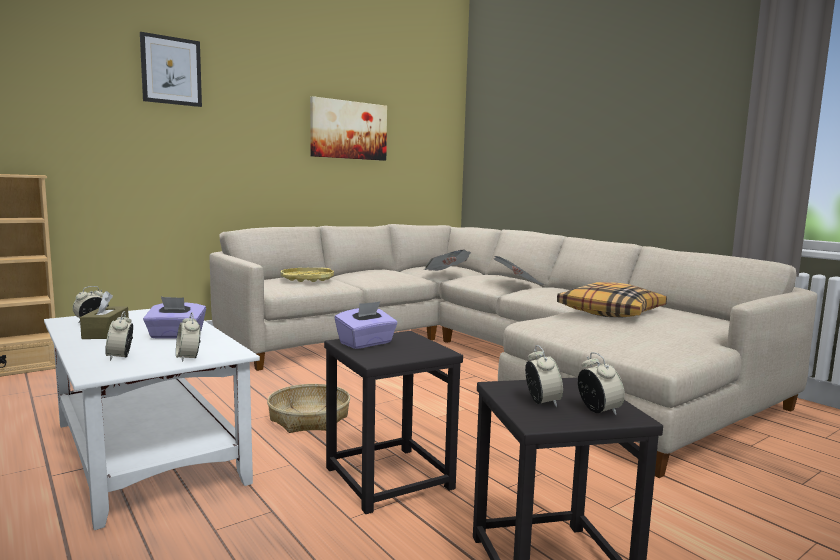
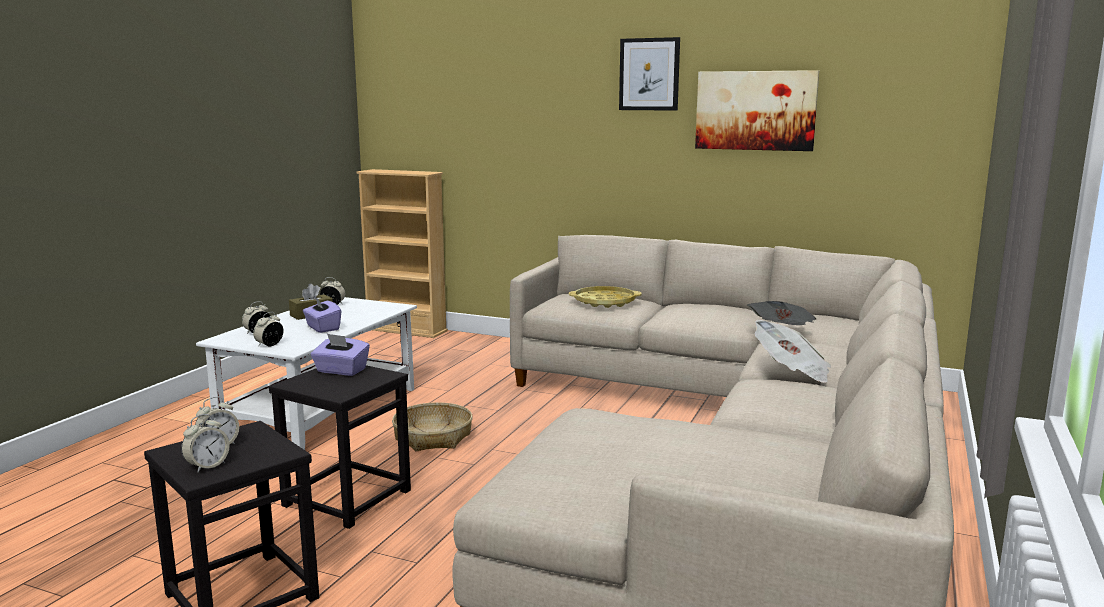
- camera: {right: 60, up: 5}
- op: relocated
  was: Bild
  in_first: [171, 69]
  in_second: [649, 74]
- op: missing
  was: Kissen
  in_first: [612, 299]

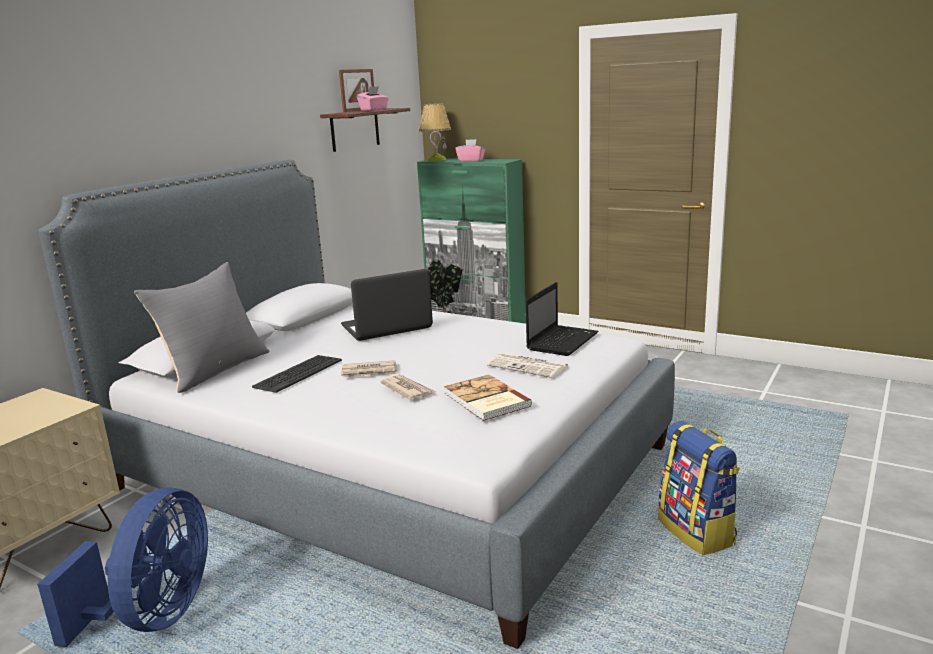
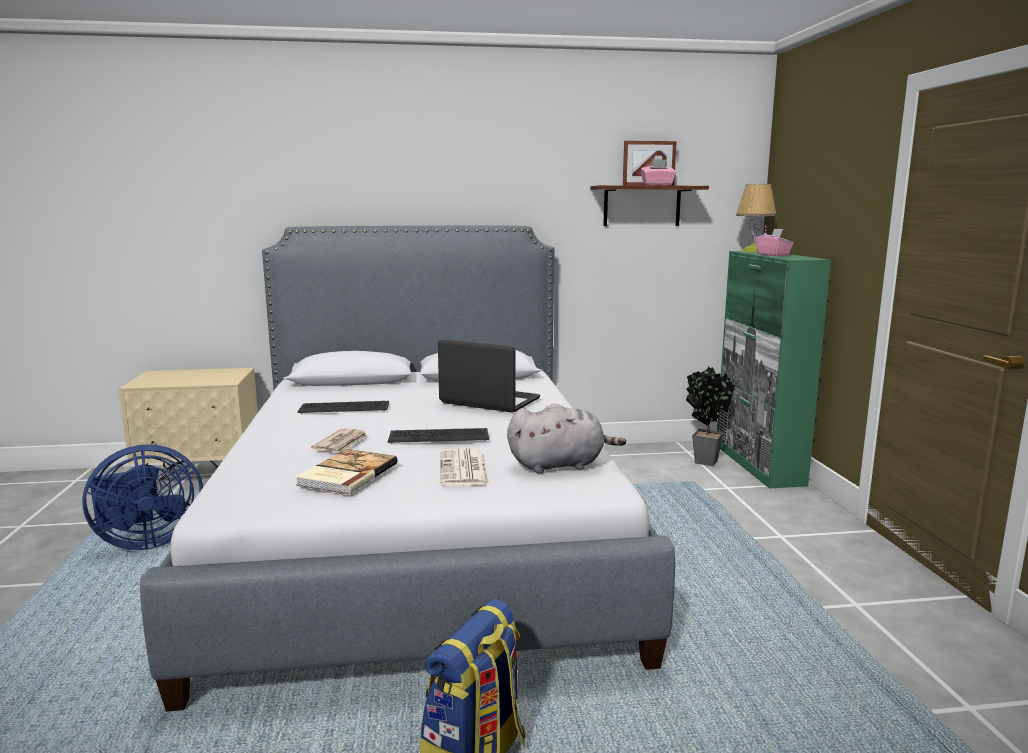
- camera: {right: 50, up: -5}
- op: missing
  was: Kissen (grau)
  in_first: [201, 327]
- op: exchanged
  was: Laptop
  now: Plüschtier (grau)
  in_first: [562, 319]
  in_second: [566, 438]
- op: missing
  was: Zeitung
  in_first: [369, 369]
- op: appeared
  now: Tastatur
  in_second: [438, 435]

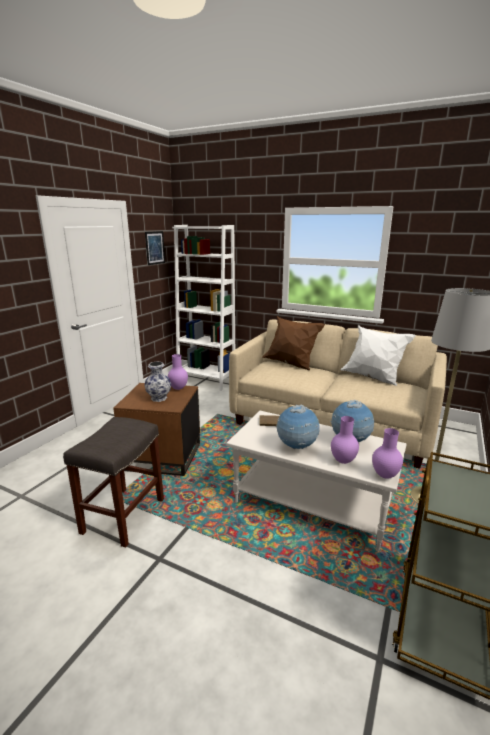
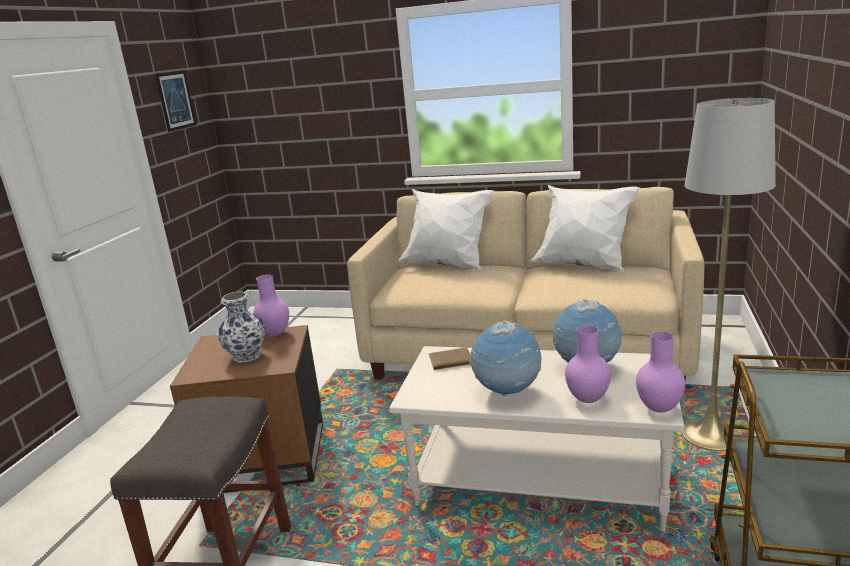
- camera: {right: -10, up: 0}
- op: missing
  was: Bücherregal (weiß)
  in_first: [203, 308]
- op: colour
  was: Kissen (braun)
  now: Kissen (weiß)
  in_first: [293, 343]
  in_second: [446, 229]

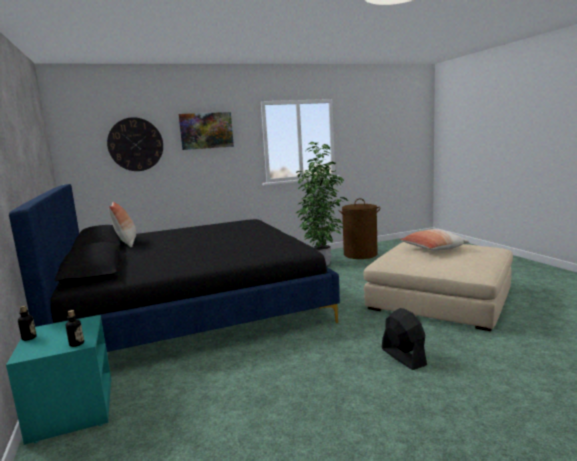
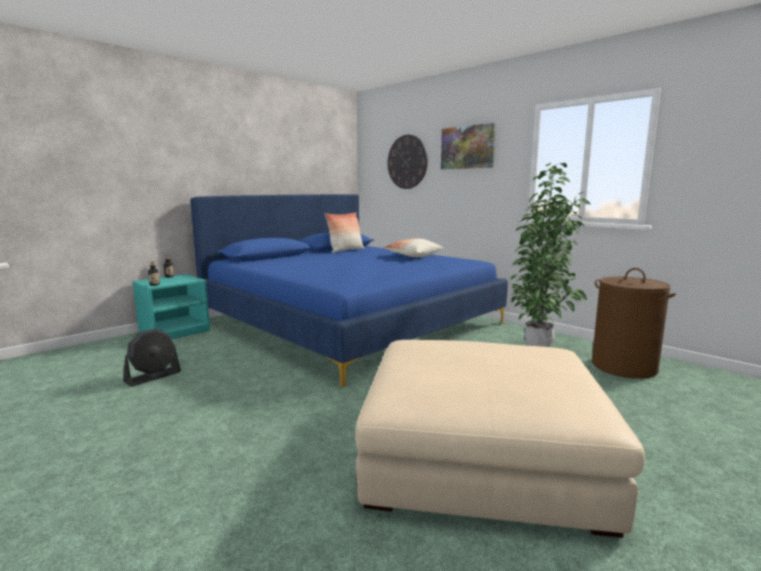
- camera: {right: 65, up: 0}
- op: colour
  was: Bett (schwarz)
  now: Bett (blau)
  in_first: [174, 268]
  in_second: [349, 290]
- op: relocated
  was: Kissen
  in_first: [434, 239]
  in_second: [413, 247]
- op: relocated
  was: Ventilator (schwarz)
  in_first: [404, 339]
  in_second: [152, 357]

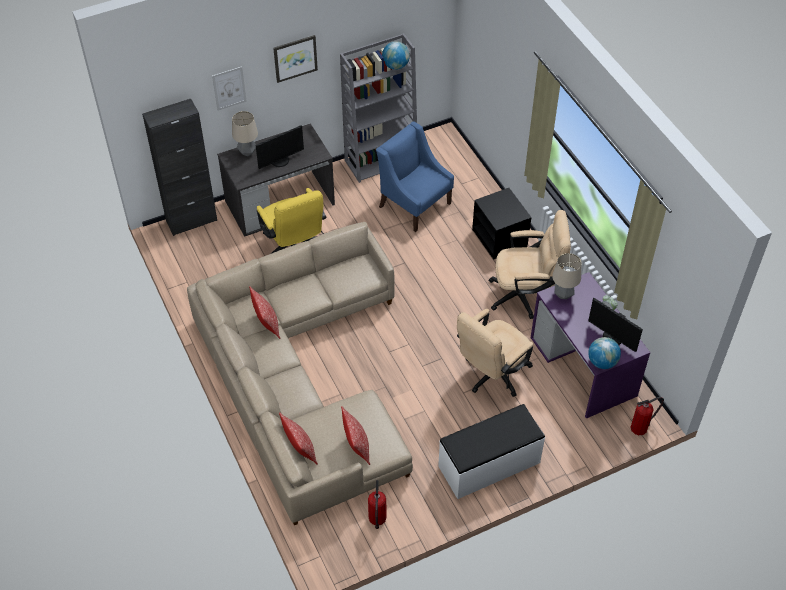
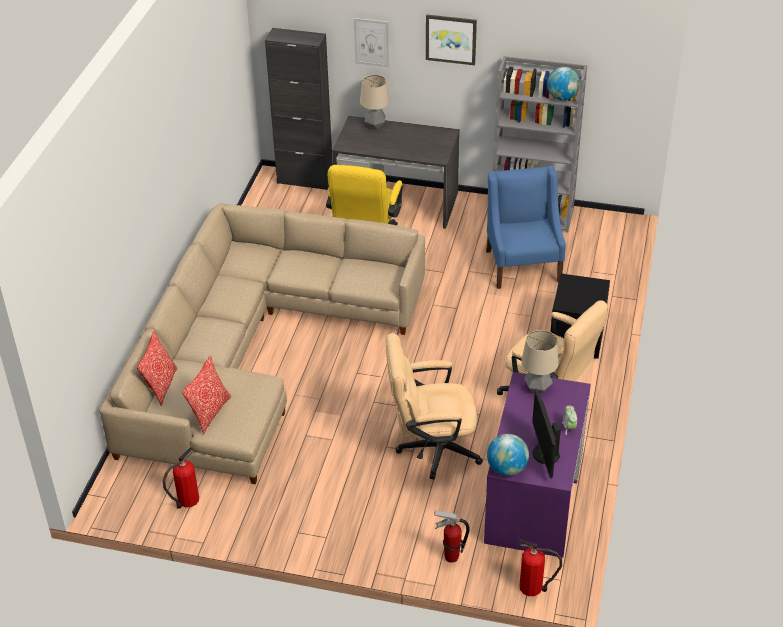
- camera: {right: 40, up: -10}
- op: missing
  was: Monitor
  in_first: [280, 147]
- op: missing
  was: Kissen
  in_first: [264, 312]
- op: missing
  was: Bank (weiß)
  in_first: [491, 451]
- op: appeared
  now: Feuerlöscher
  in_second: [452, 536]

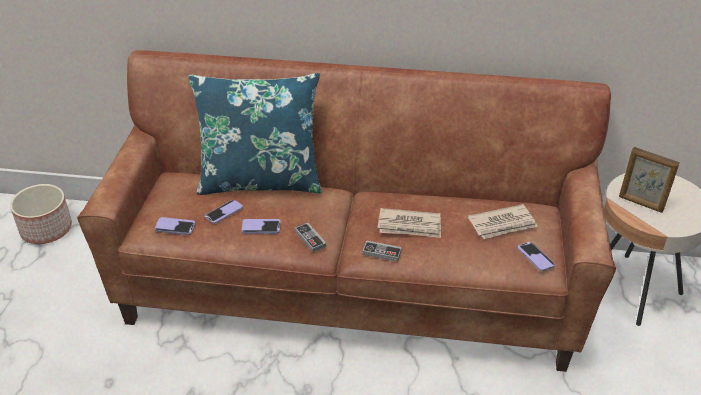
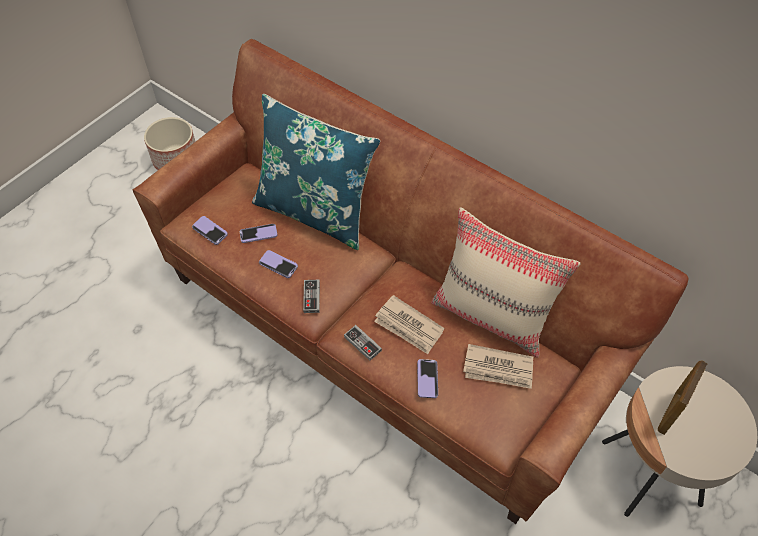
- camera: {right: 30, up: 15}
- op: spun
  was: Bilderrahmen
  in_first: [649, 180]
  in_second: [683, 397]
  clockwise: 60
- op: relocated
  was: Handy
  in_first: [536, 256]
  in_second: [427, 378]
- op: appeared
  now: Kissen (beige)
  in_second: [506, 282]

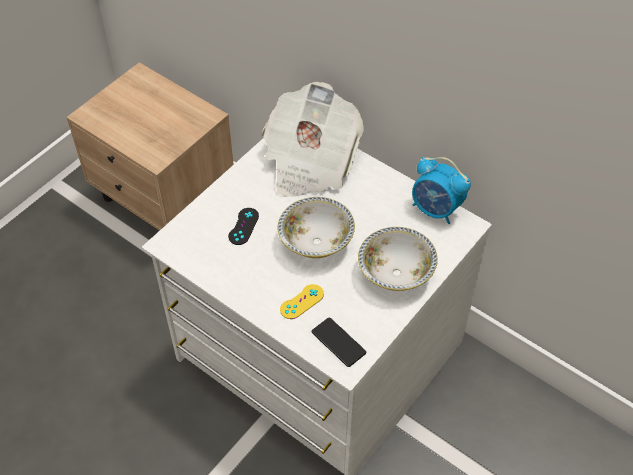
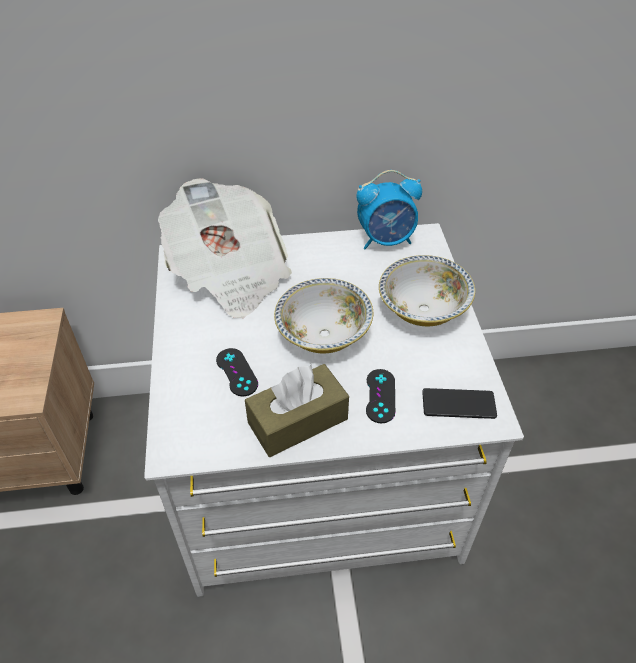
- camera: {right: -45, up: -5}
- op: colour
  was: Gamepad (gelb)
  now: Gamepad (schwarz)
  in_first: [302, 301]
  in_second: [380, 396]
- op: appeared
  now: Taschentuchbox (braun)
  in_second: [297, 410]

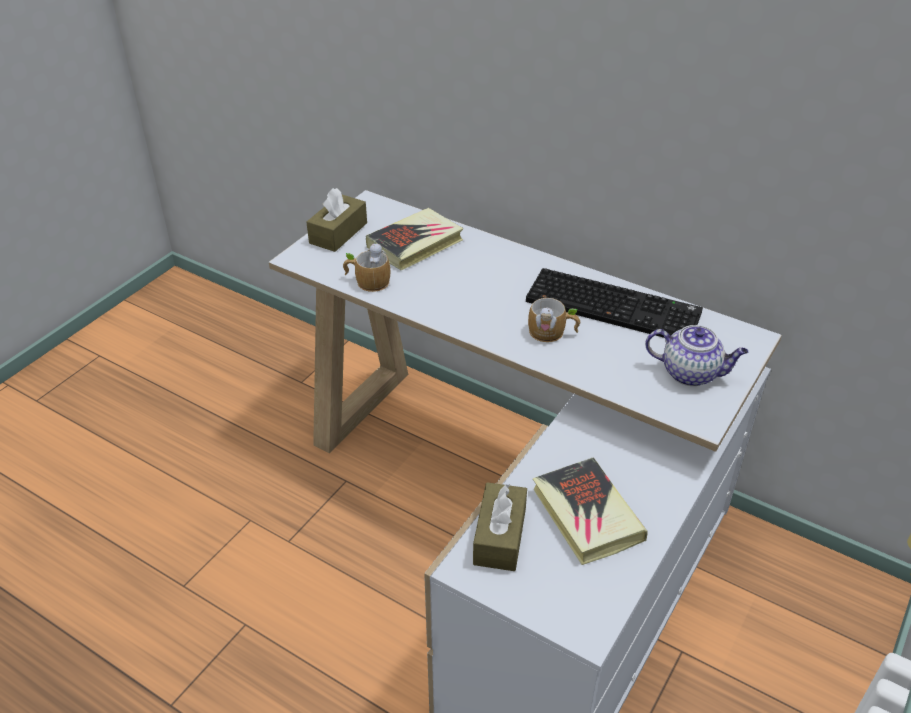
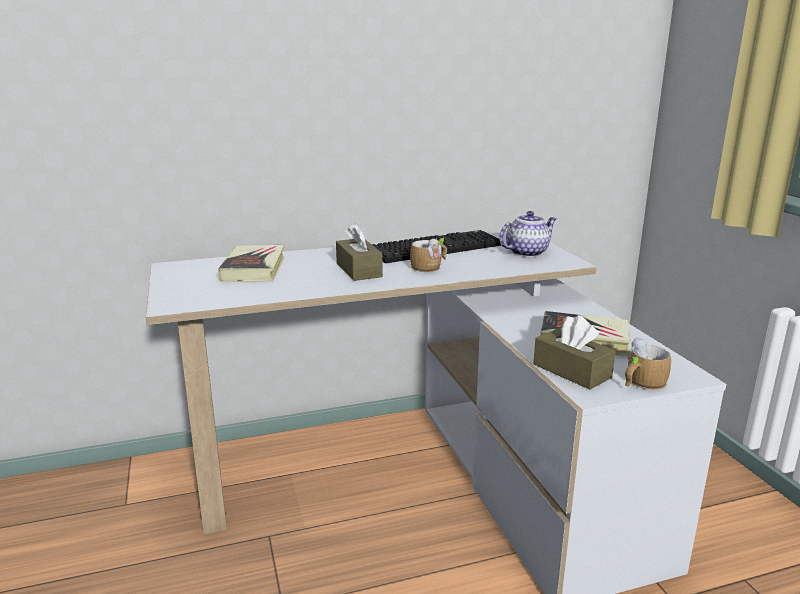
- camera: {right: -50, up: -20}
- op: relocated
  was: Taschentuchbox (braun)
  in_first: [336, 220]
  in_second: [359, 252]
- op: relocated
  was: Henkelbecher
  in_first: [366, 267]
  in_second: [648, 363]

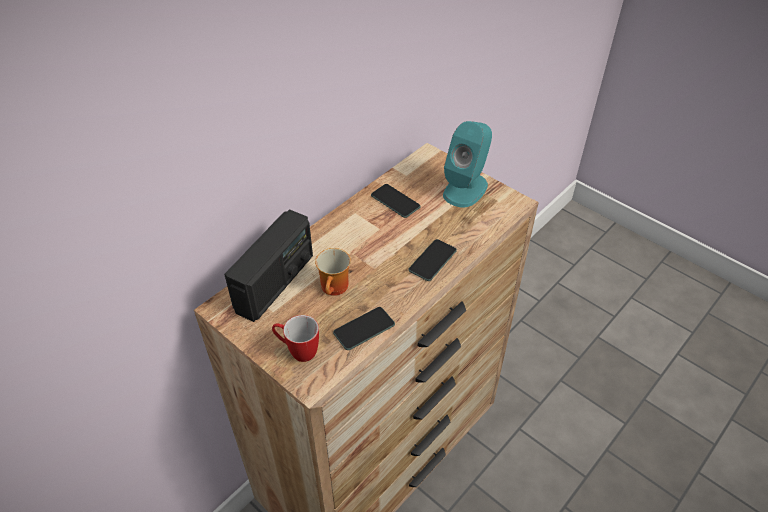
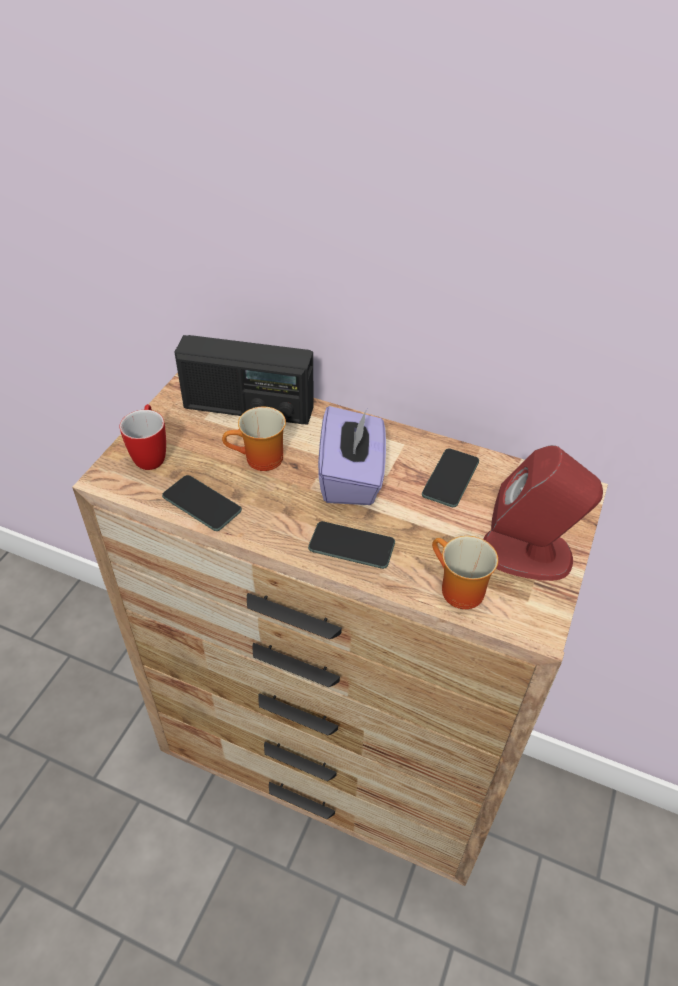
- camera: {right: 70, up: 0}
- op: colour
  was: Lautsprecher (türkis)
  now: Lautsprecher (rot)
  in_first: [467, 164]
  in_second: [543, 513]
- op: appeared
  now: Taschentuchbox (lila)
  in_second: [352, 455]
- op: appeared
  now: Henkelbecher
  in_second: [465, 572]

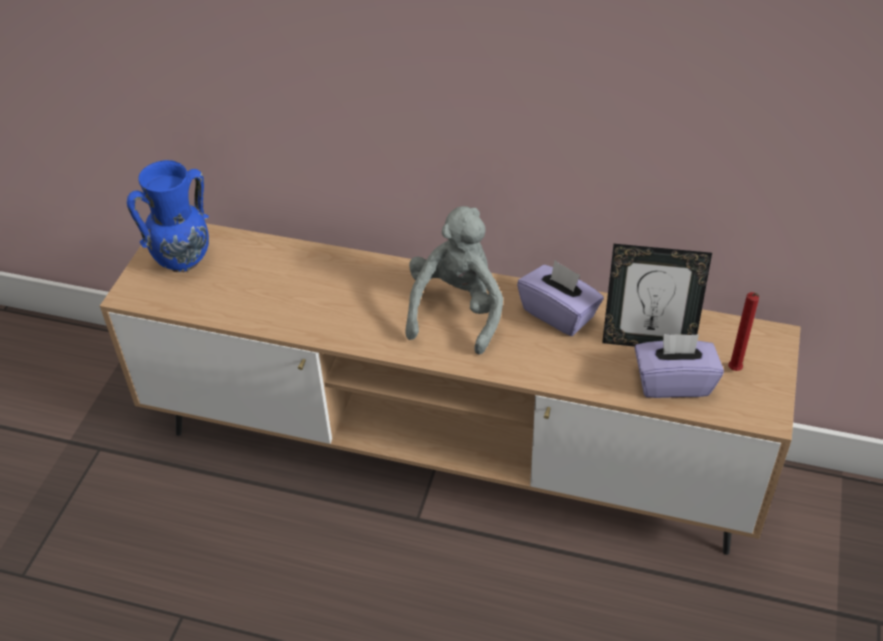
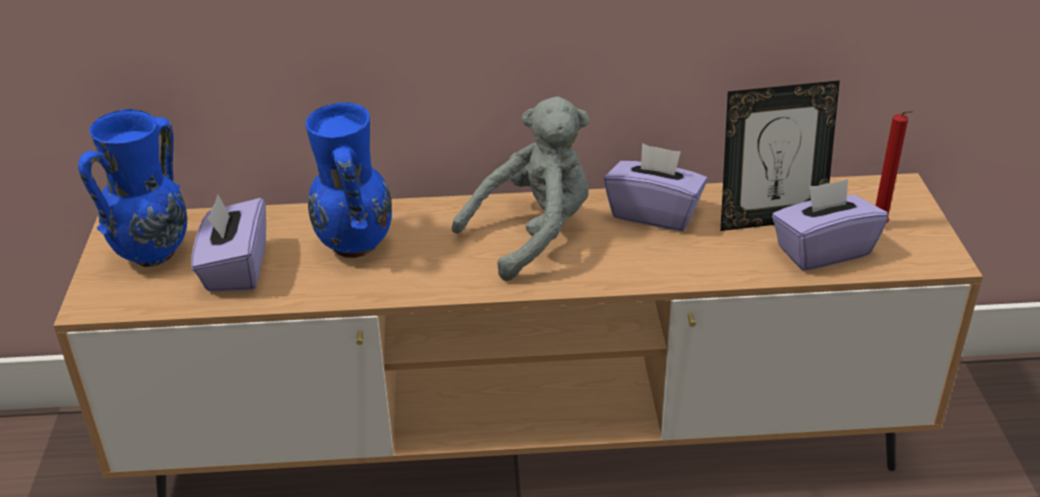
- camera: {right: -20, up: -10}
- op: spun
  was: Plüschtier (grau)
  in_first: [454, 280]
  in_second: [521, 188]
  clockwise: 60
- op: appeared
  now: Vase (blau)
  in_second: [349, 180]
- op: appeared
  now: Taschentuchbox (lila)
  in_second: [228, 243]

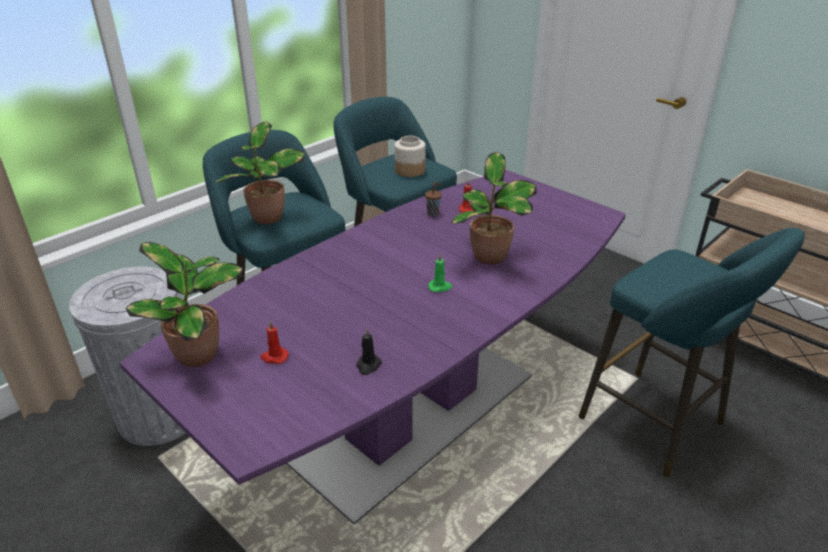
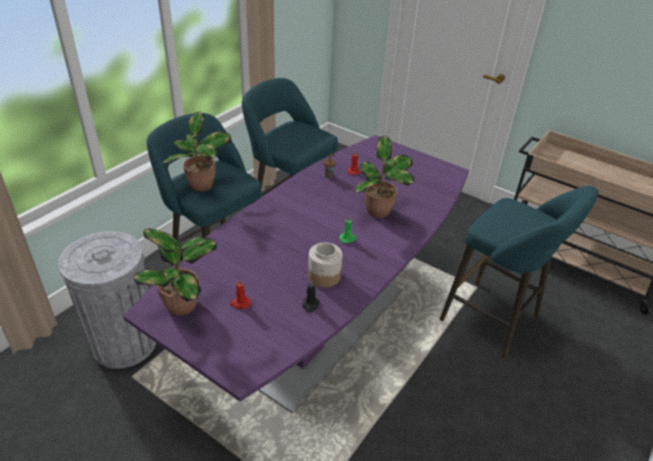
- camera: {right: -10, up: 5}
- op: relocated
  was: Vorratsglas
  in_first: [410, 156]
  in_second: [325, 264]

